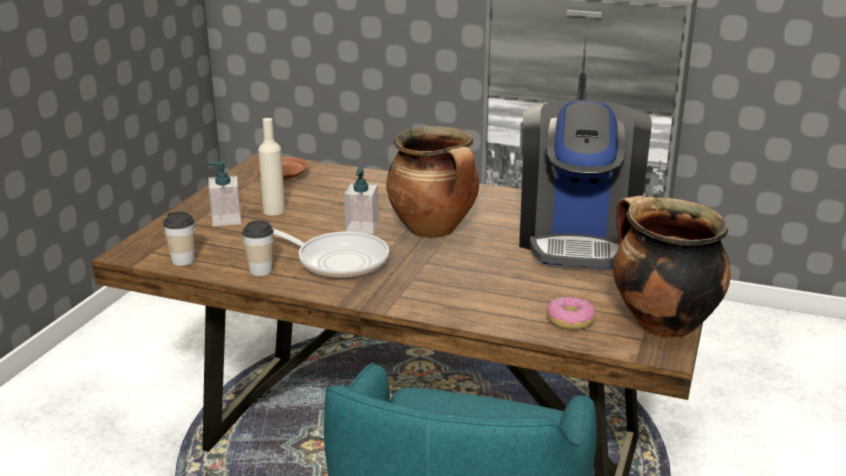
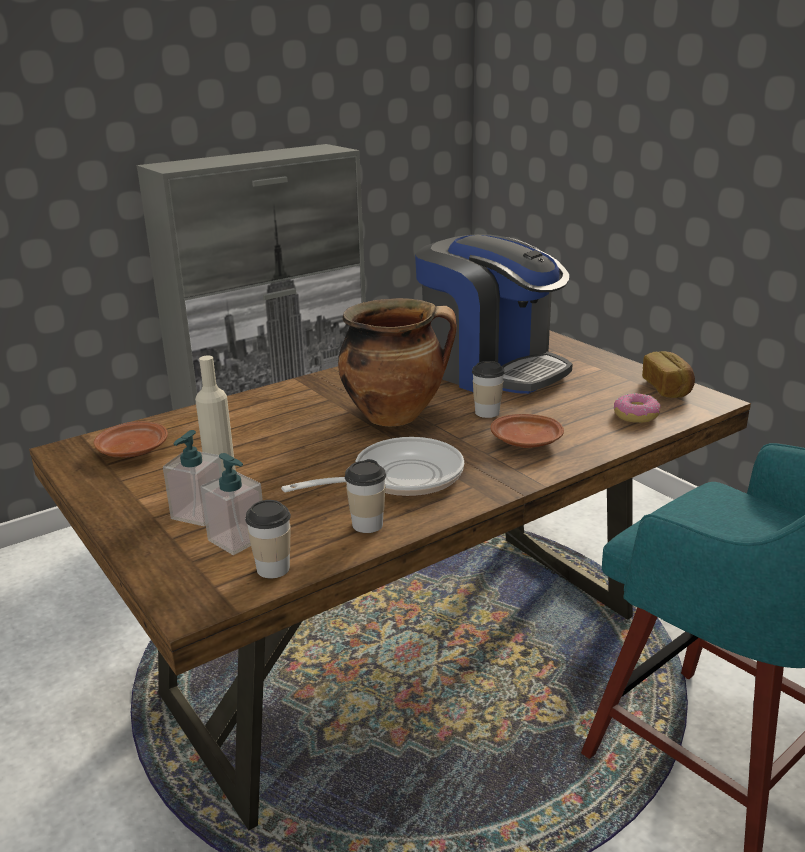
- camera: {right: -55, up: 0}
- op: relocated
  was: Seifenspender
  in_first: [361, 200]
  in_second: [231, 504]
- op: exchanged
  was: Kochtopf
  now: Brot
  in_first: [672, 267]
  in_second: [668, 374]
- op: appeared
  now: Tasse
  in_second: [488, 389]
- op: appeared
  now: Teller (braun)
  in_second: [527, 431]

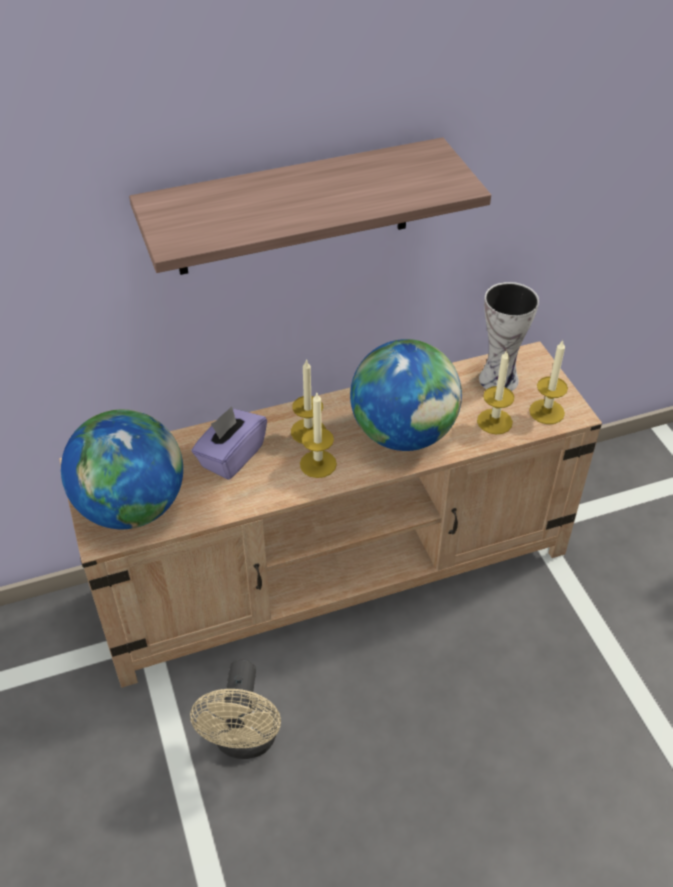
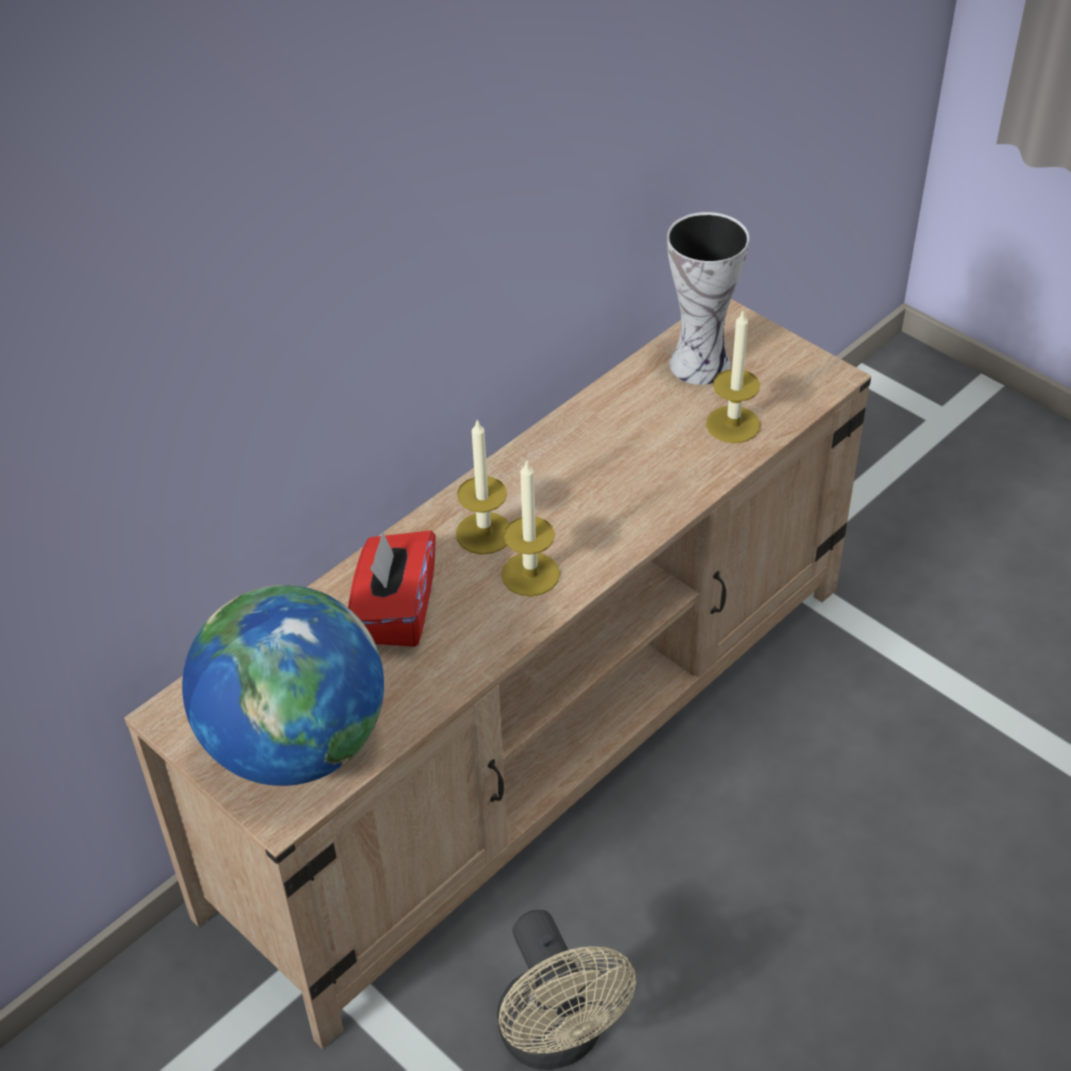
- camera: {right: -25, up: 0}
- op: missing
  was: Wandregal
  in_first: [310, 206]
- op: missing
  was: Globus
  in_first: [406, 395]
- op: missing
  was: Kerze
  in_first: [548, 381]
- op: colour
  was: Taschentuchbox (lila)
  now: Taschentuchbox (rot)
  in_first: [229, 443]
  in_second: [392, 589]

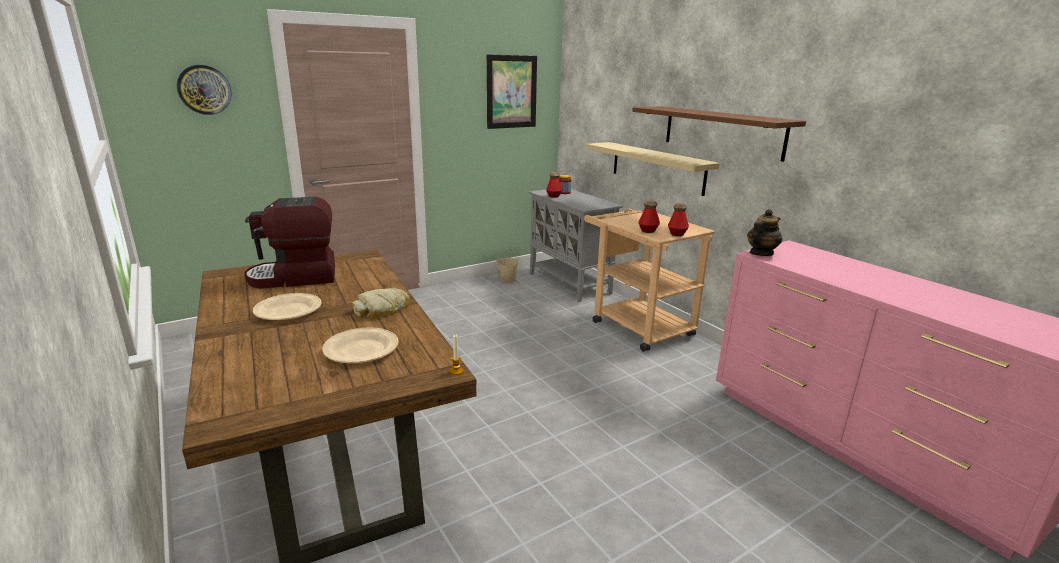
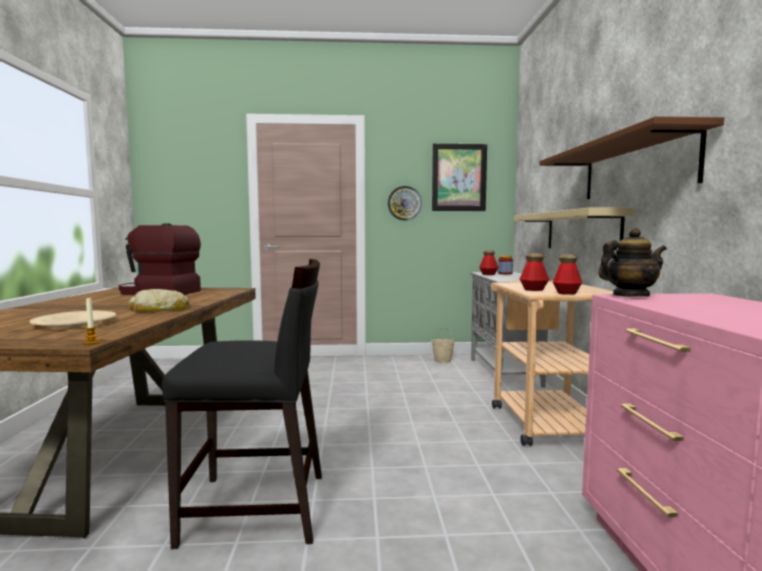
- camera: {right: 30, up: -15}
- op: relocated
  was: Wanduhr
  in_first: [204, 90]
  in_second: [405, 203]
- op: missing
  was: Teller (beige)
  in_first: [287, 306]
- op: appeared
  now: Stuhl (schwarz)
  in_second: [242, 404]

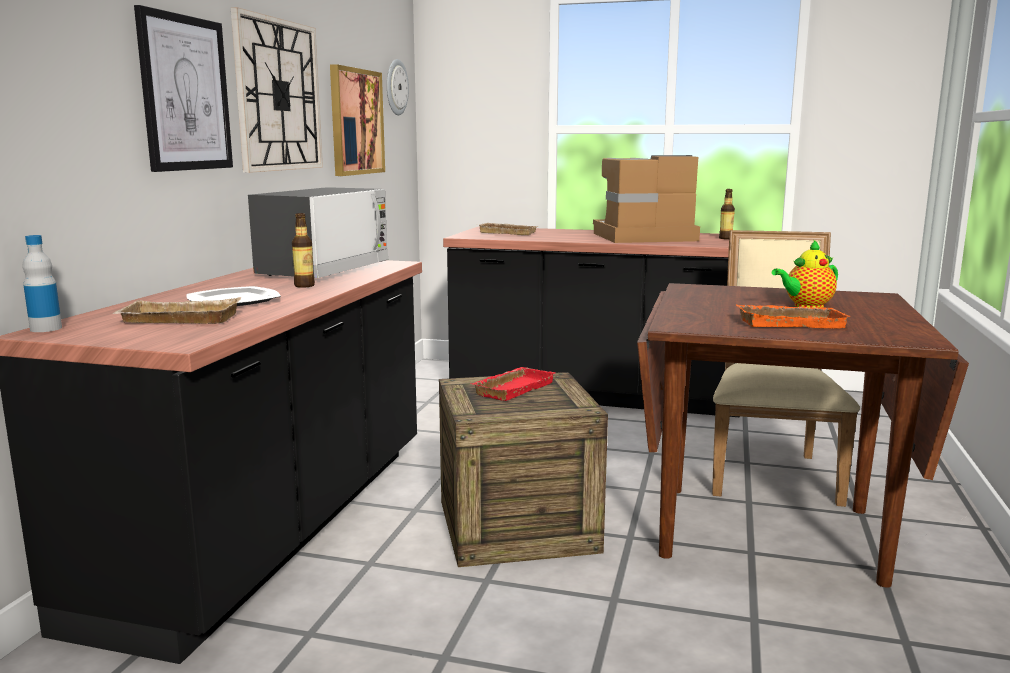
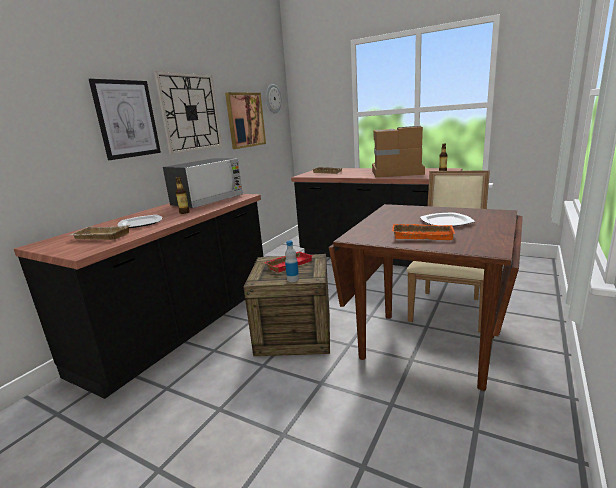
- camera: {right: 15, up: 5}
- op: relocated
  was: Flasche
  in_first: [42, 283]
  in_second: [292, 261]
- op: exchanged
  was: Teekanne
  now: Teller
  in_first: [805, 274]
  in_second: [447, 219]

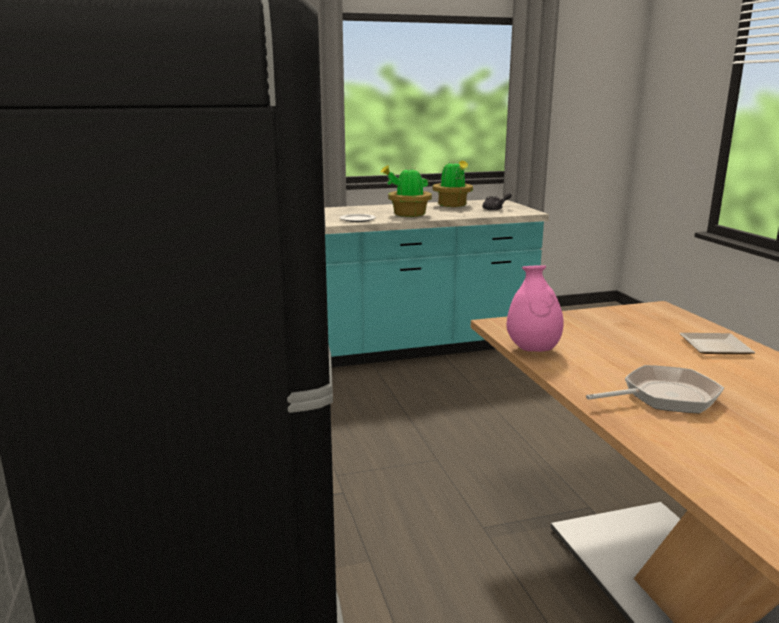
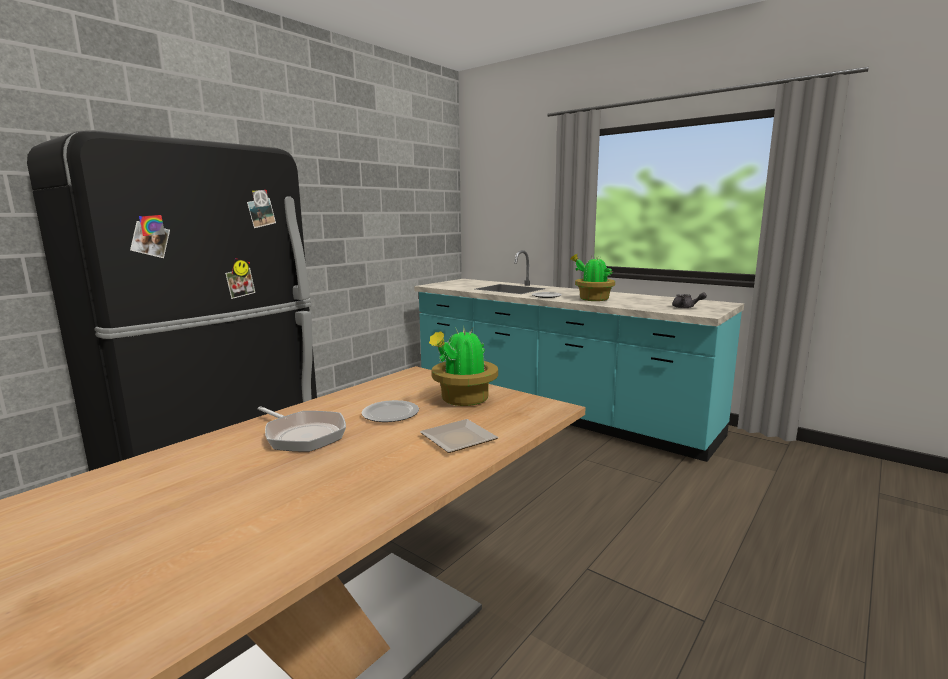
- camera: {right: 55, up: -5}
- op: relocated
  was: Topfpflanze
  in_first: [453, 183]
  in_second: [463, 365]
- op: missing
  was: Vase (rosa)
  in_first: [535, 308]
- op: appeared
  now: Teller
  in_second: [390, 411]

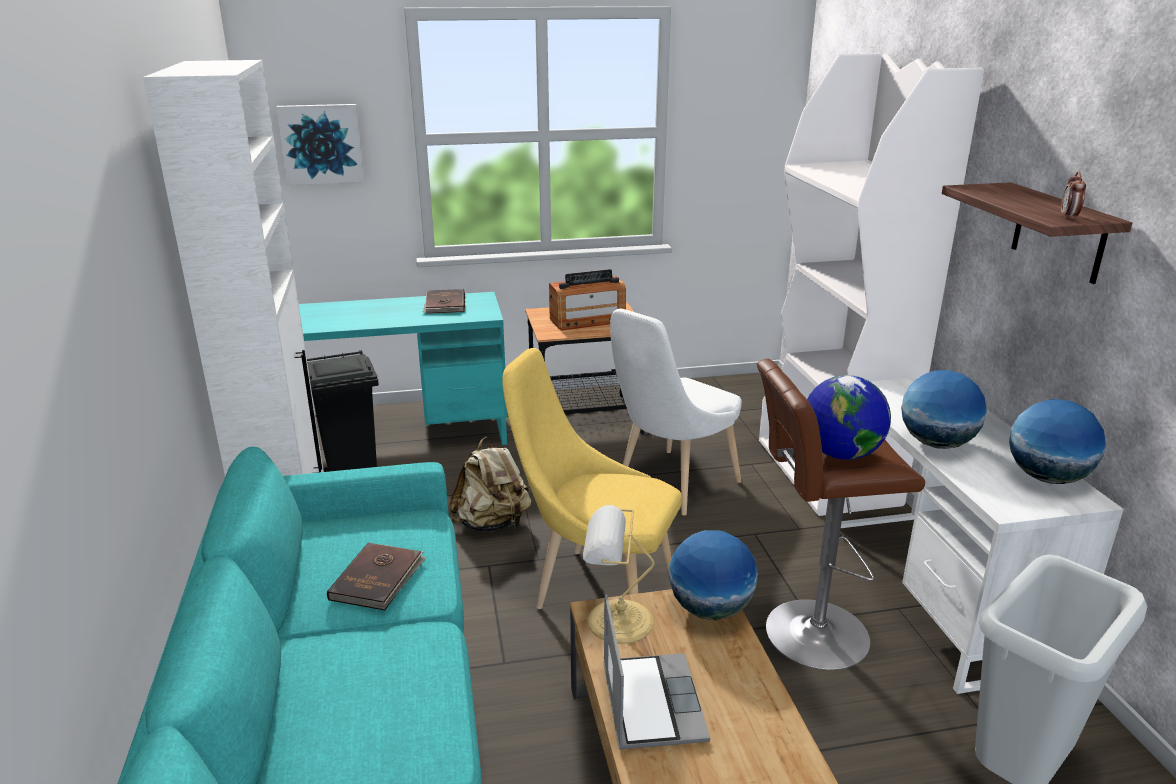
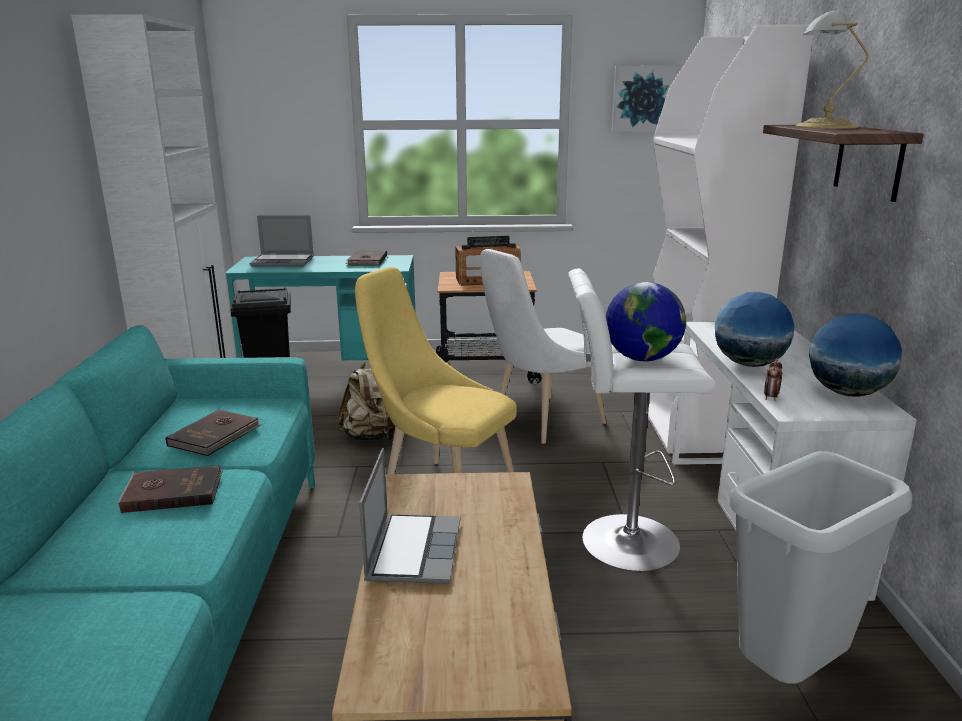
- camera: {right: 10, up: -5}
- op: relocated
  was: Bild
  in_first: [320, 144]
  in_second: [645, 99]
- op: relocated
  was: Wecker
  in_first: [1073, 195]
  in_second: [773, 379]
- op: colour
  was: Hocker (braun)
  now: Hocker (weiß)
  in_first: [840, 514]
  in_second: [642, 420]
- op: relocated
  was: Tischlampe
  in_first: [618, 574]
  in_second: [831, 70]
- op: missing
  was: Globus
  in_first: [713, 575]
- op: appeared
  now: Laptop
  in_second: [282, 241]
- op: appeared
  now: Buch (braun)
  in_second: [170, 489]

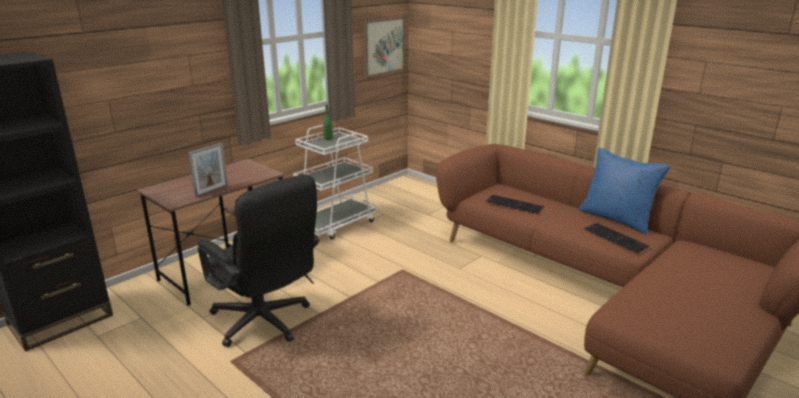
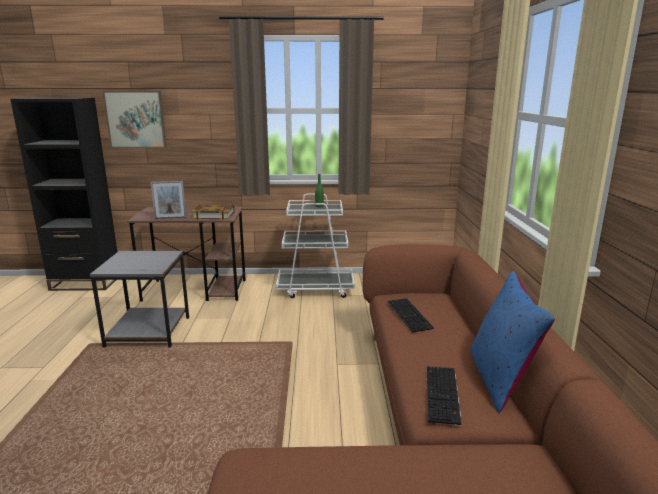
- camera: {right: 45, up: -5}
- op: relocated
  was: Bild
  in_first: [383, 47]
  in_second: [135, 119]
- op: exchanged
  was: Bürostuhl (schwarz)
  now: Beistelltisch (grau)
  in_first: [258, 260]
  in_second: [139, 299]
- op: appeared
  now: Buch
  in_second: [213, 212]

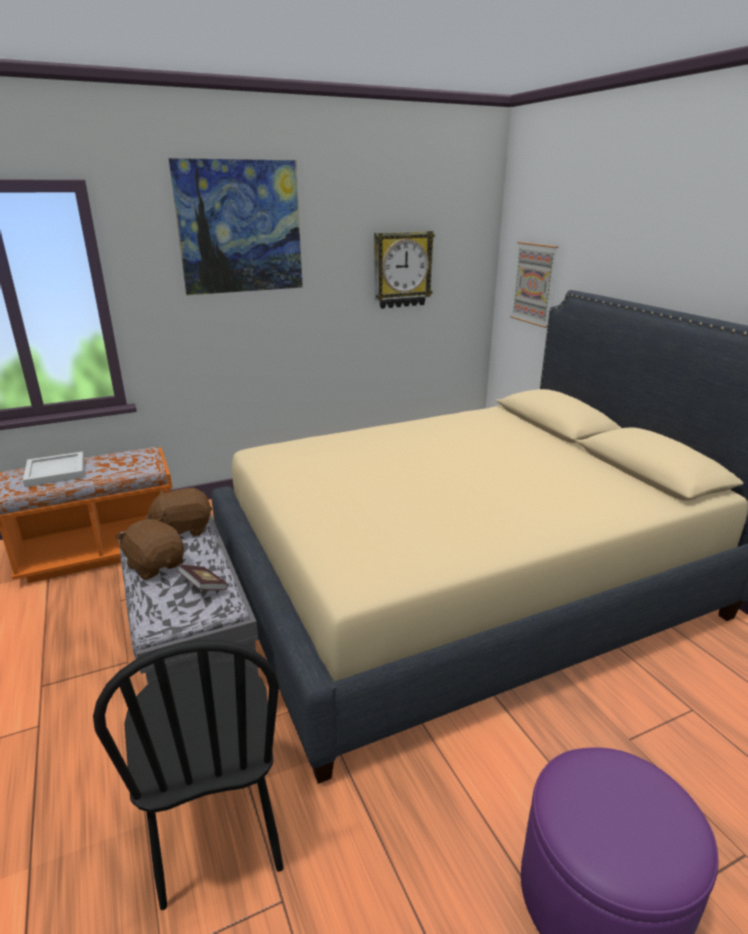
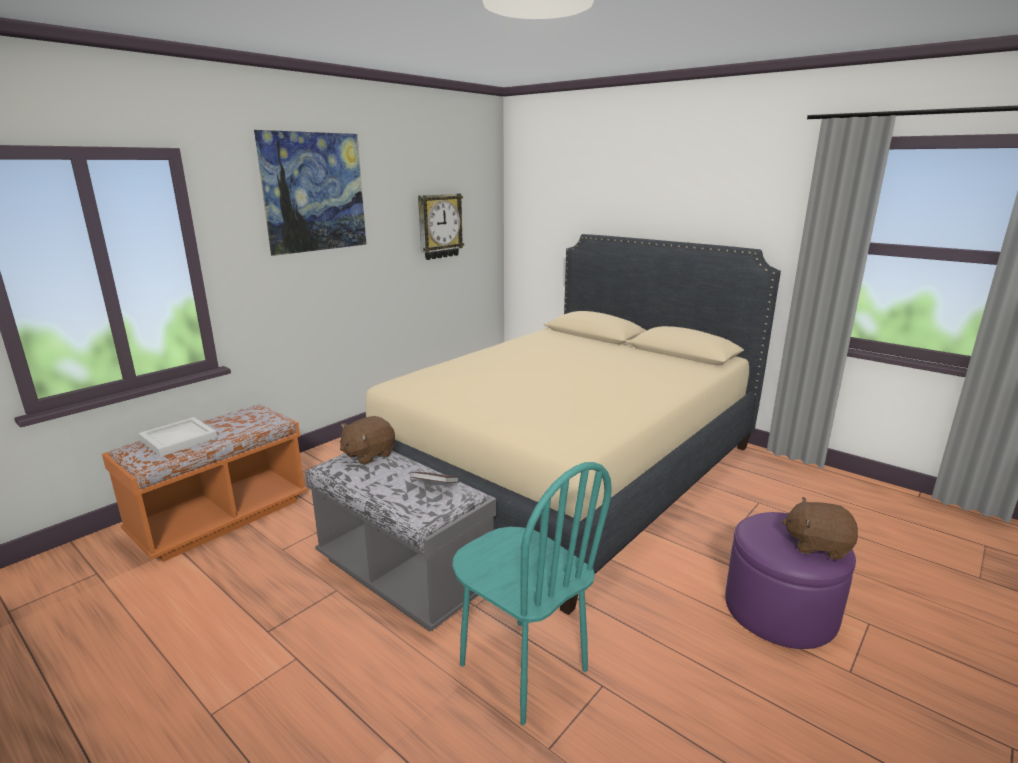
- camera: {right: -25, up: -5}
- op: missing
  was: Bild
  in_first: [534, 285]
- op: relocated
  was: Plüschtier (braun)
  in_first: [149, 548]
  in_second: [820, 528]
- op: colour
  was: Stuhl (schwarz)
  now: Stuhl (türkis)
  in_first: [188, 775]
  in_second: [532, 593]

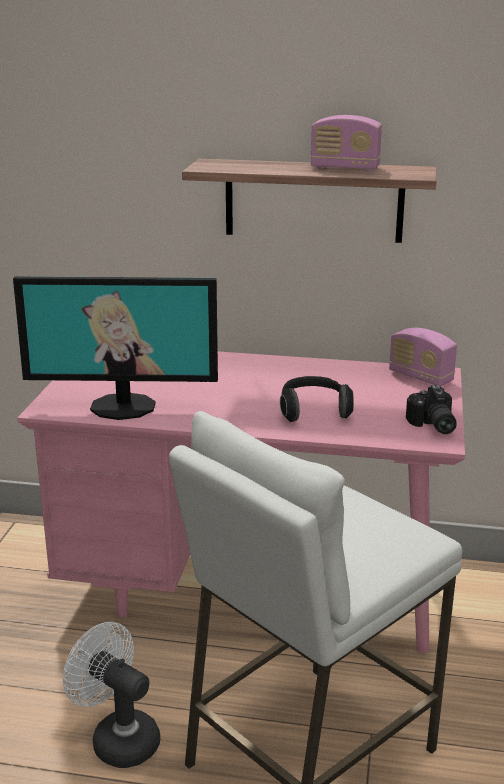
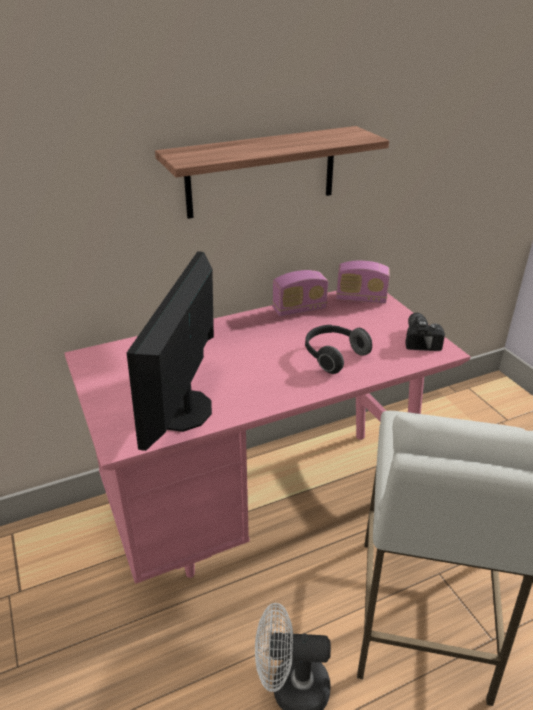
- camera: {right: -35, up: 10}
- op: relocated
  was: Radio
  in_first: [346, 143]
  in_second: [300, 293]
- op: spun
  was: Monitor
  in_first: [115, 348]
  in_second: [170, 351]
  clockwise: 135
- op: spun
  was: Kamera
  in_first: [431, 409]
  in_second: [425, 332]
  clockwise: -135

